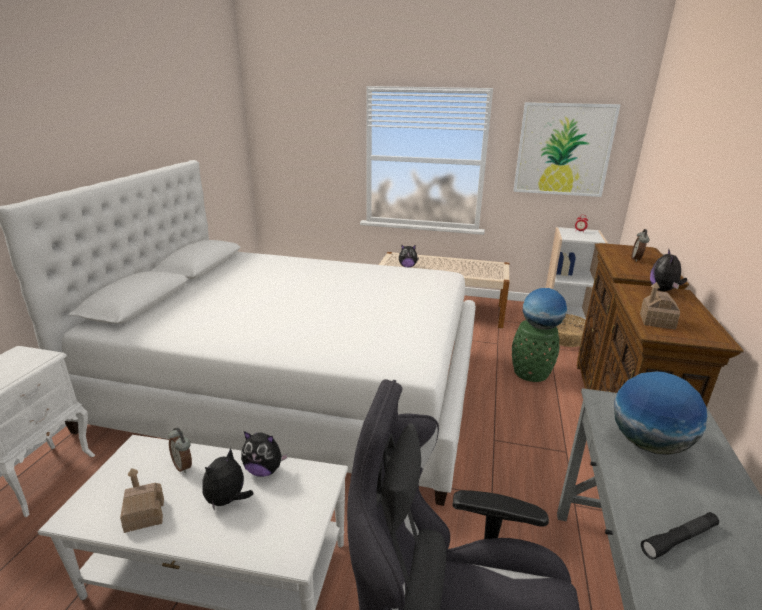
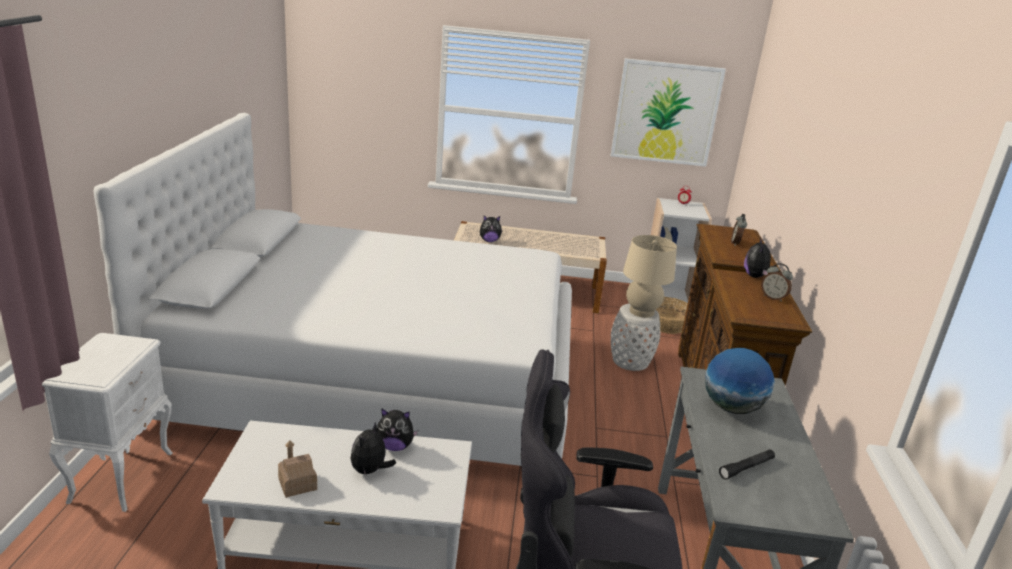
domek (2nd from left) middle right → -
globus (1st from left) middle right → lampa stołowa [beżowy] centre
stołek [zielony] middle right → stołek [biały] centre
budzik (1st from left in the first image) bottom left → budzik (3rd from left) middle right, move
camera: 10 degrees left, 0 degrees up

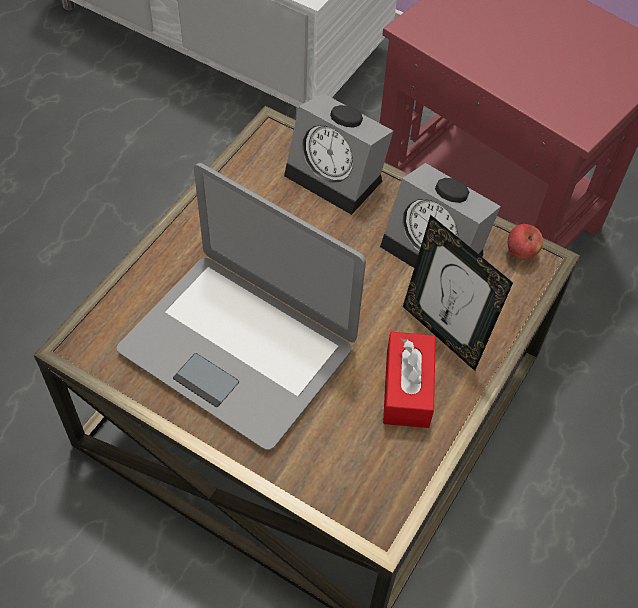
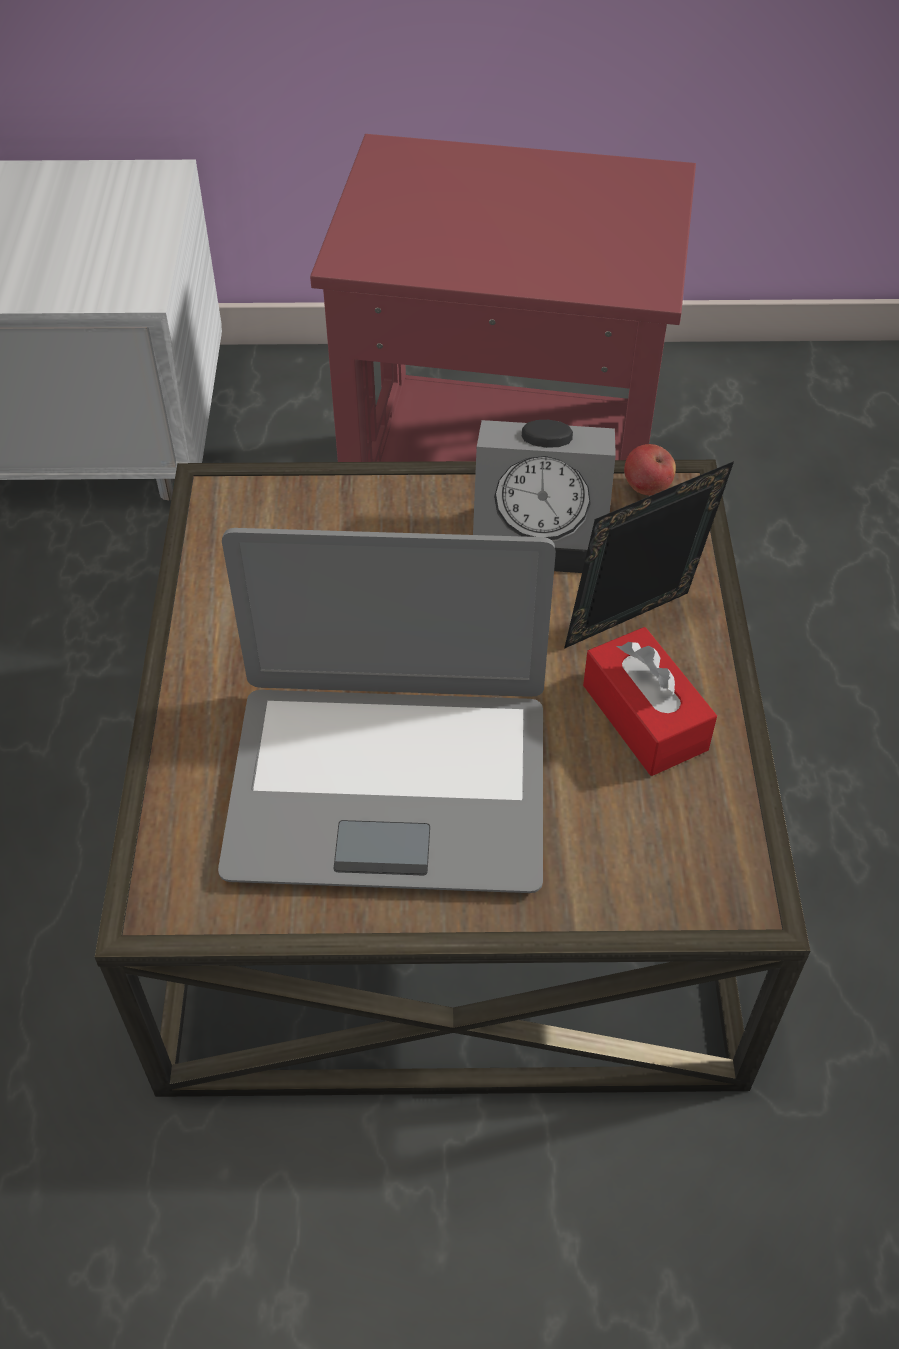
budzik (1st from left) top centre → -
ramka na zdjęcie middle right, 135 degrees clockwise
camera: 30 degrees left, 5 degrees down

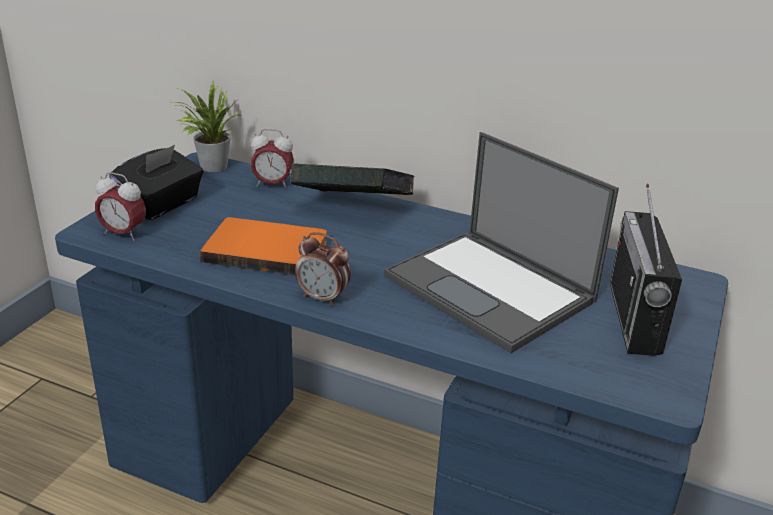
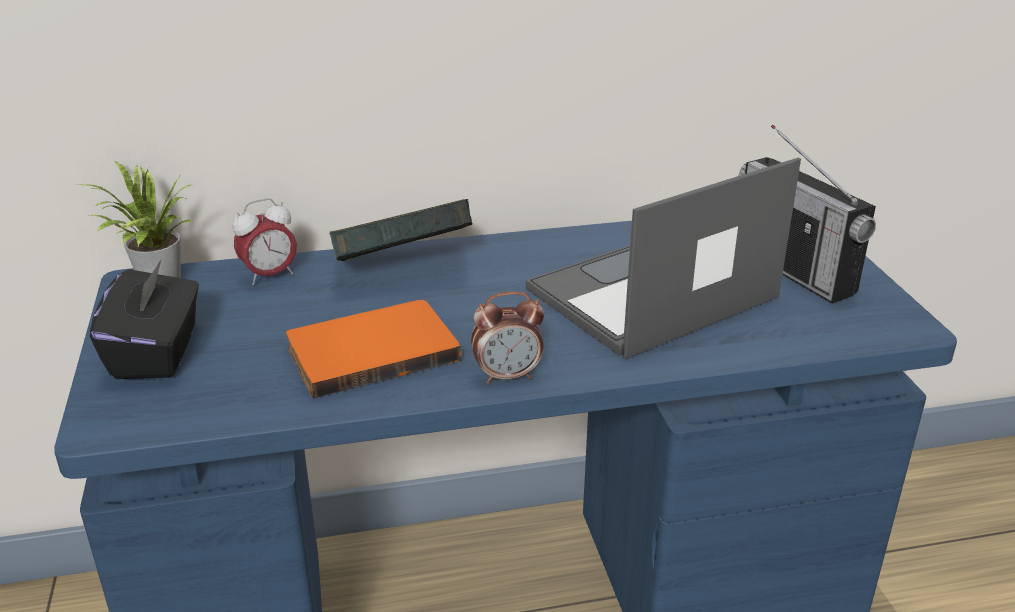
laptop centre, 135 degrees clockwise
budzik (1st from left) middle left → -
camera: 35 degrees left, 0 degrees up

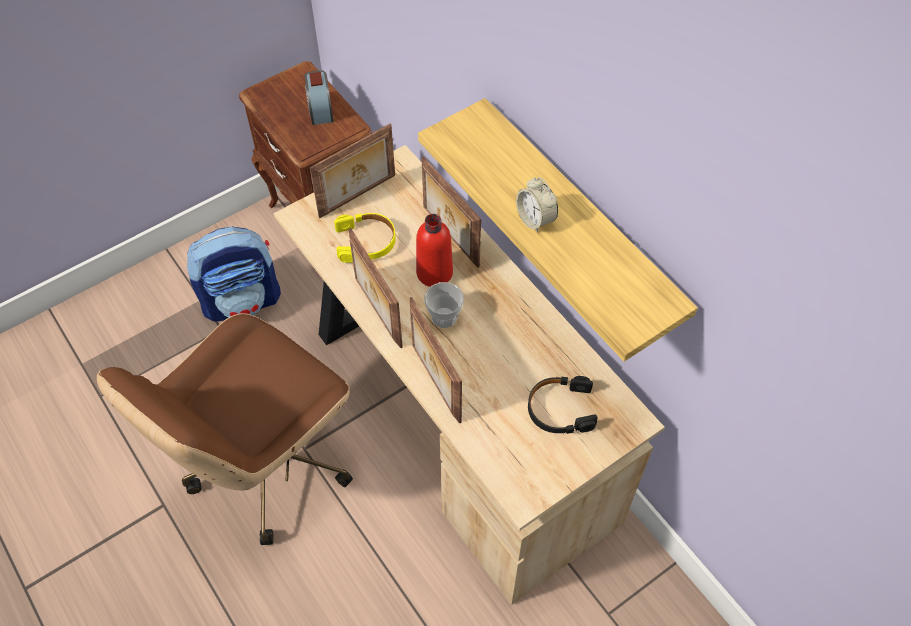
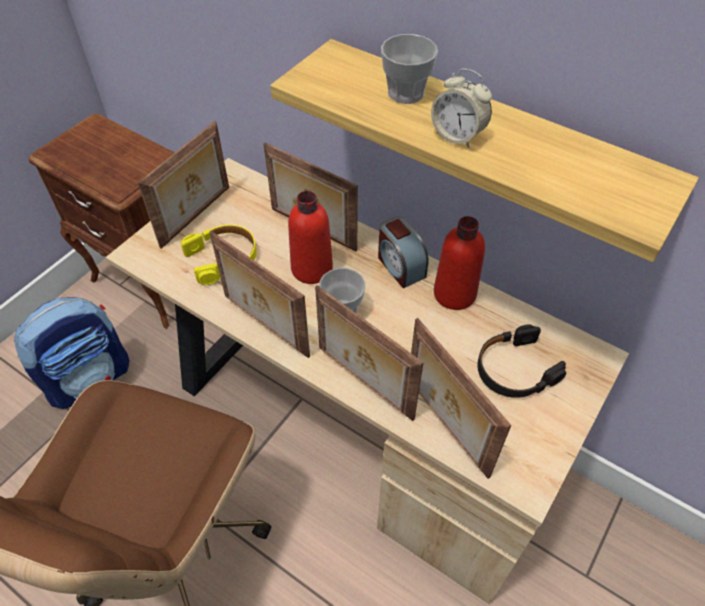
budzik (1st from left) top centre → budzik (1st from left) centre, move
- → filiżanka (2nd from left) top centre
- → butelka [czerwony] (2nd from left) centre
- → ramka na zdjęcie (5th from left) centre
camera: 20 degrees left, 5 degrees down

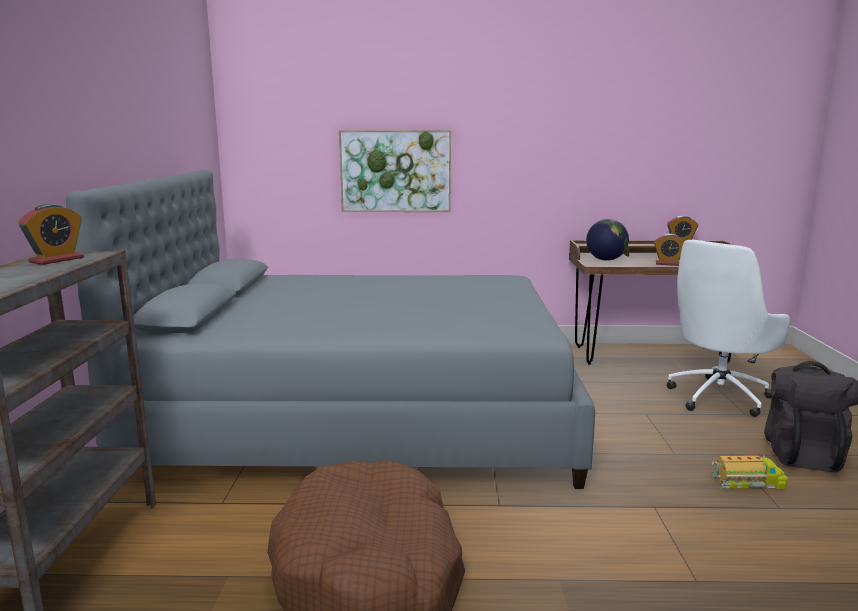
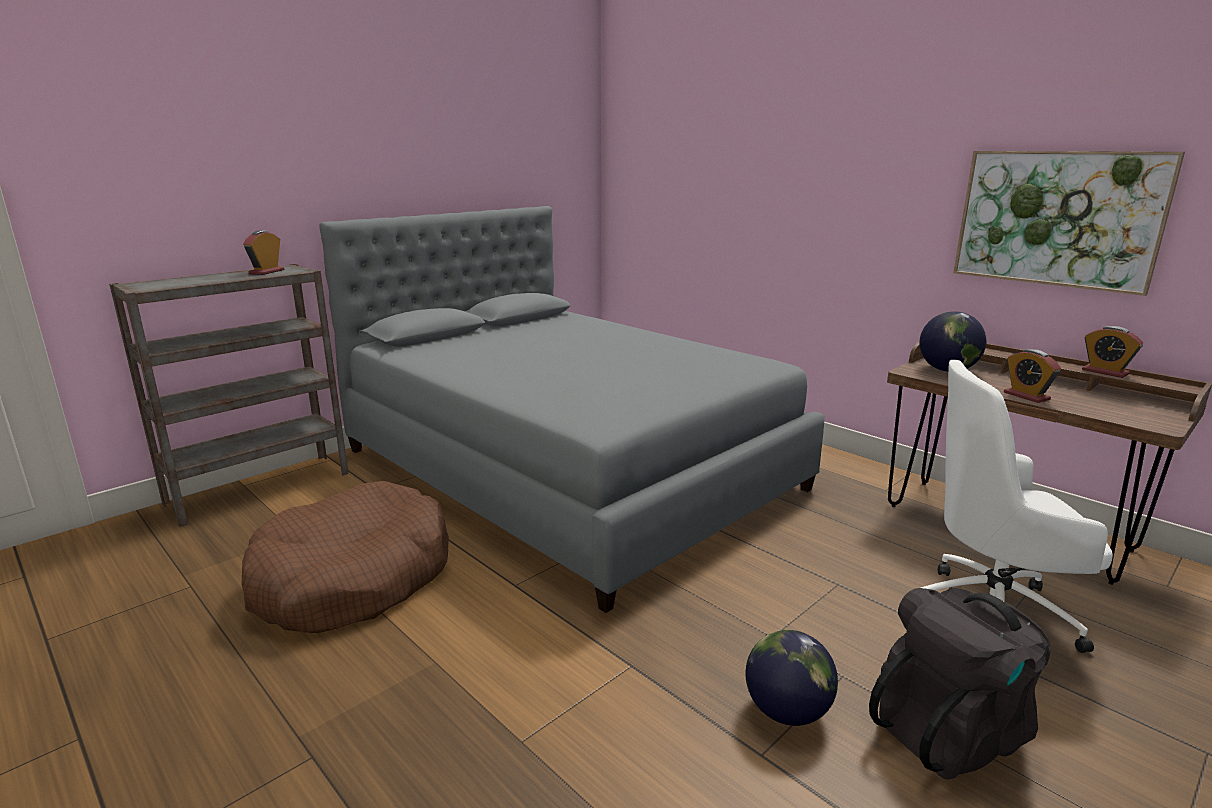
obraz top centre → obraz top right, move
budzik (1st from left) middle left → budzik (1st from left) top left, 120 degrees clockwise
ciężarówka zabawkowa bottom right → globus (1st from left) bottom centre
camera: 45 degrees right, 5 degrees up

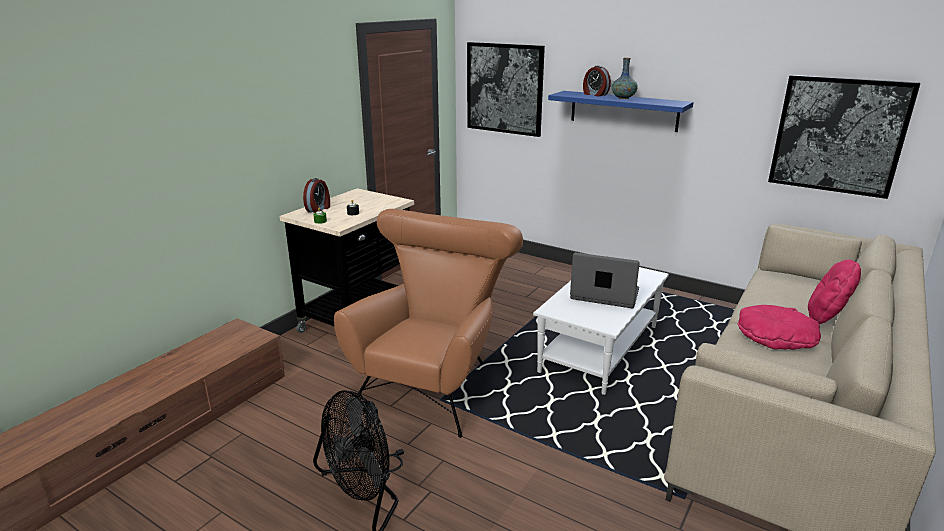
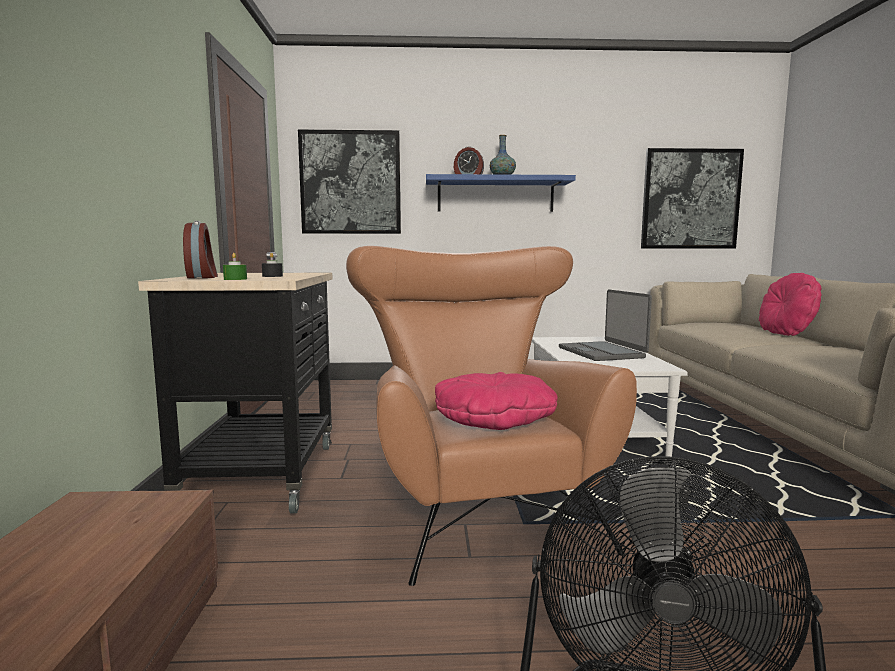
laptop centre → laptop middle right, 90 degrees counterclockwise
poduszka [różowy] (1st from left) middle right → poduszka [różowy] (1st from left) centre, move
camera: 35 degrees left, 15 degrees down

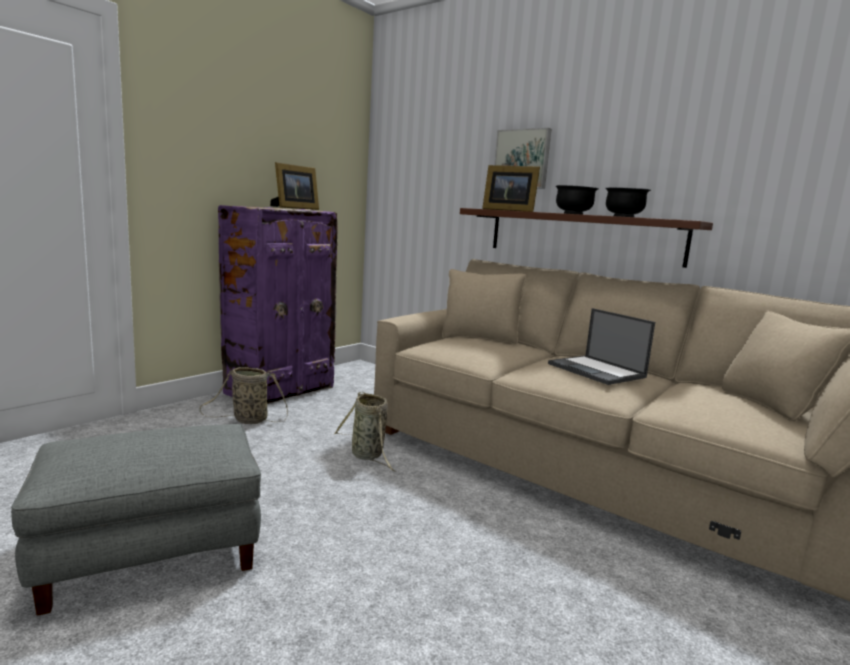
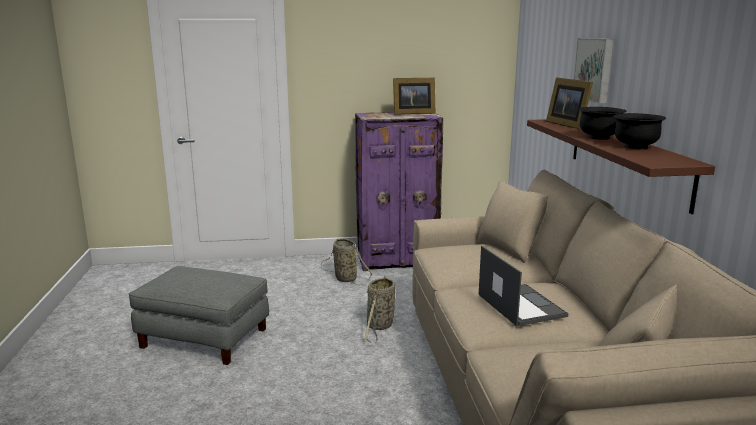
laptop middle right → laptop bottom right, 150 degrees clockwise
camera: 45 degrees right, 5 degrees up

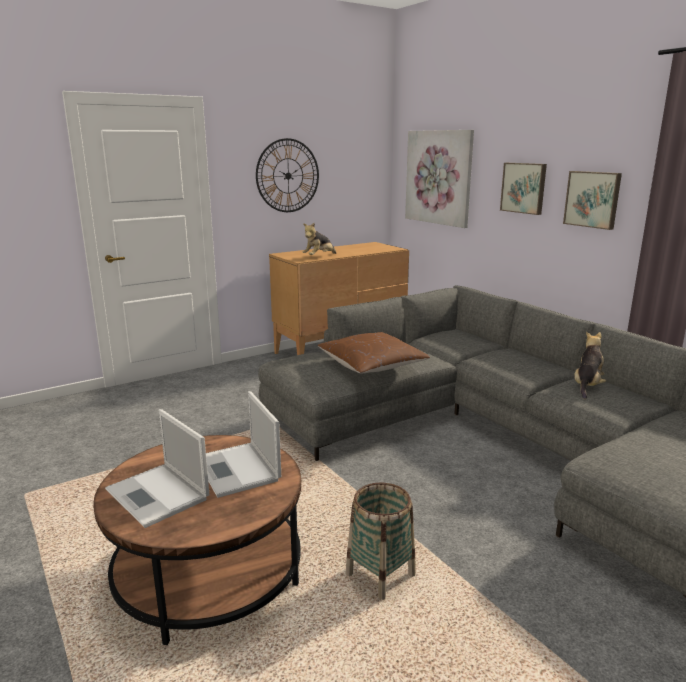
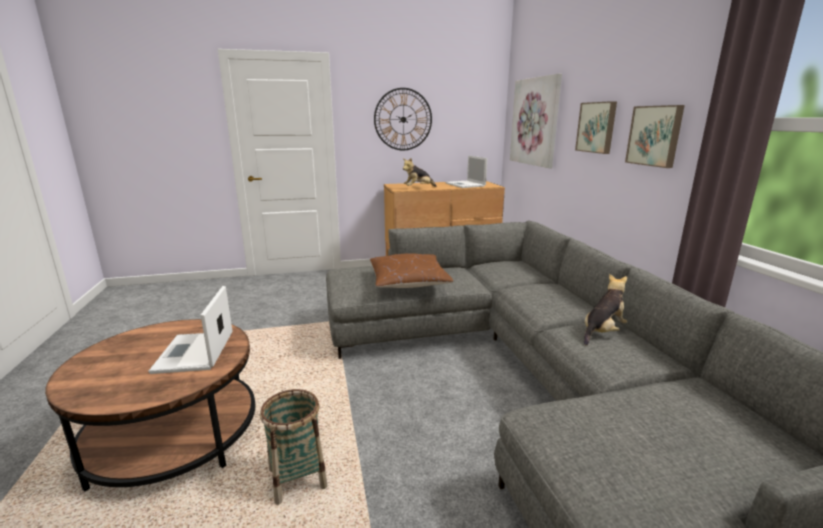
laptop (1st from left in the first image) bottom left → laptop (2nd from left) top centre, move
camera: 20 degrees right, 0 degrees up

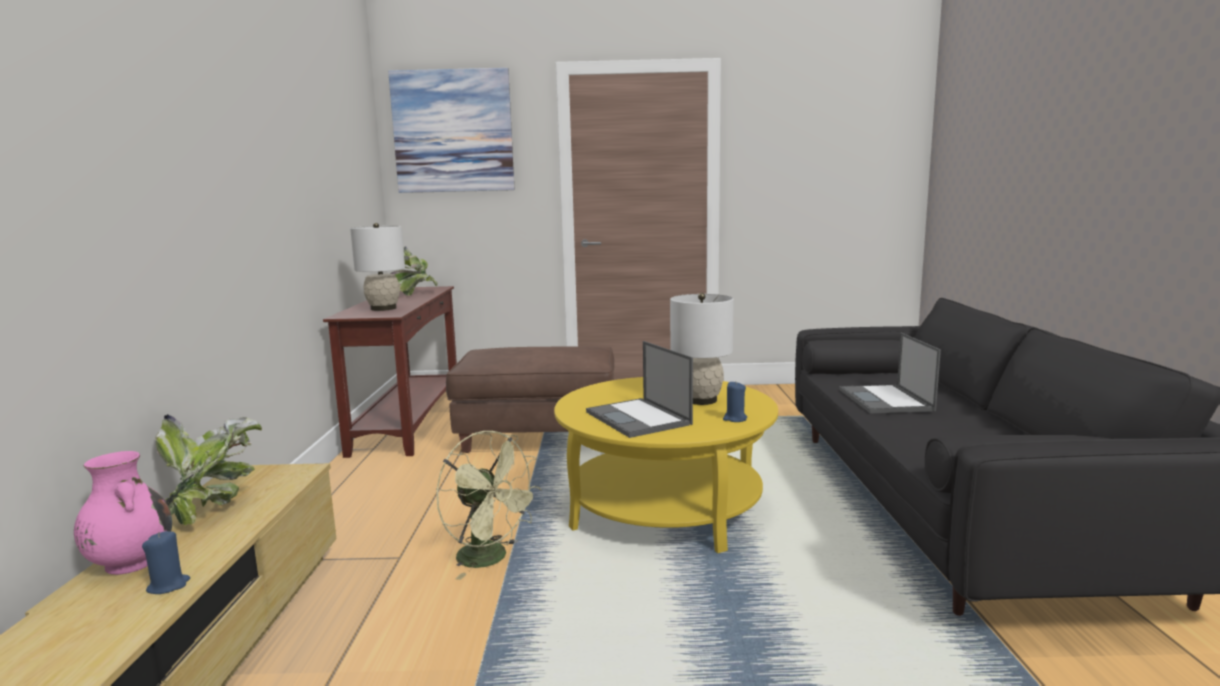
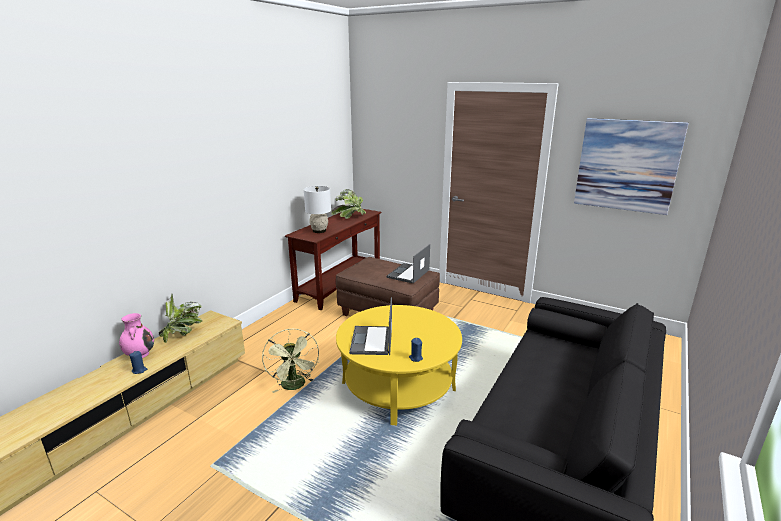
obraz top centre → obraz top right, move
lampa stołowa [biały] (2nd from left) centre → -
laptop (2nd from left) middle right → laptop (2nd from left) centre, move
camera: 30 degrees right, 10 degrees up

